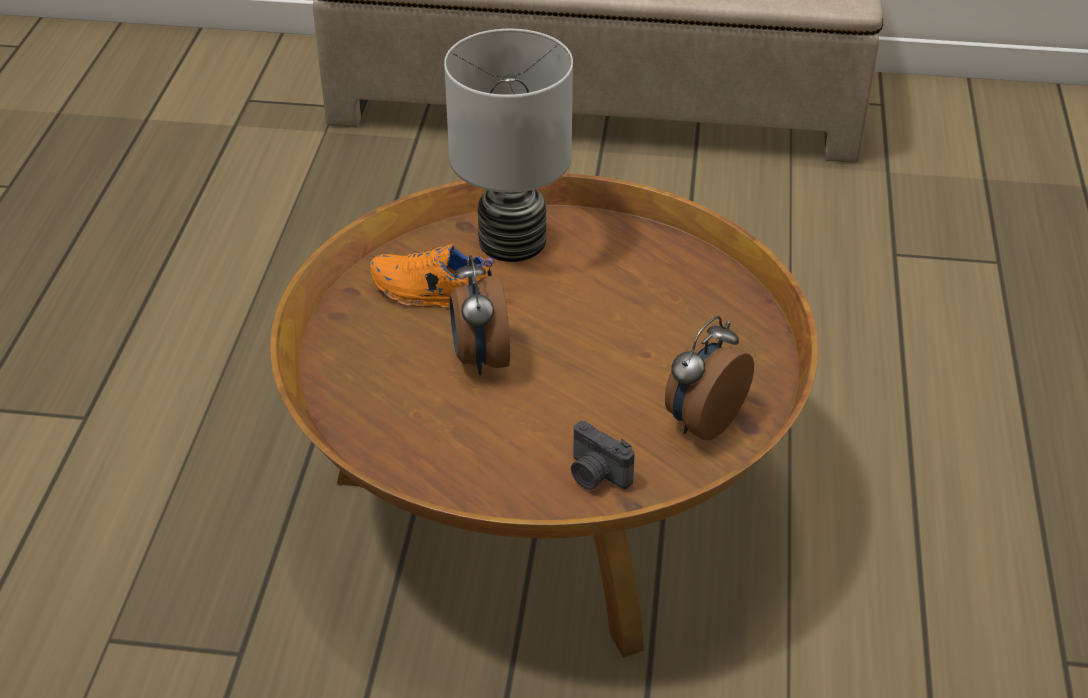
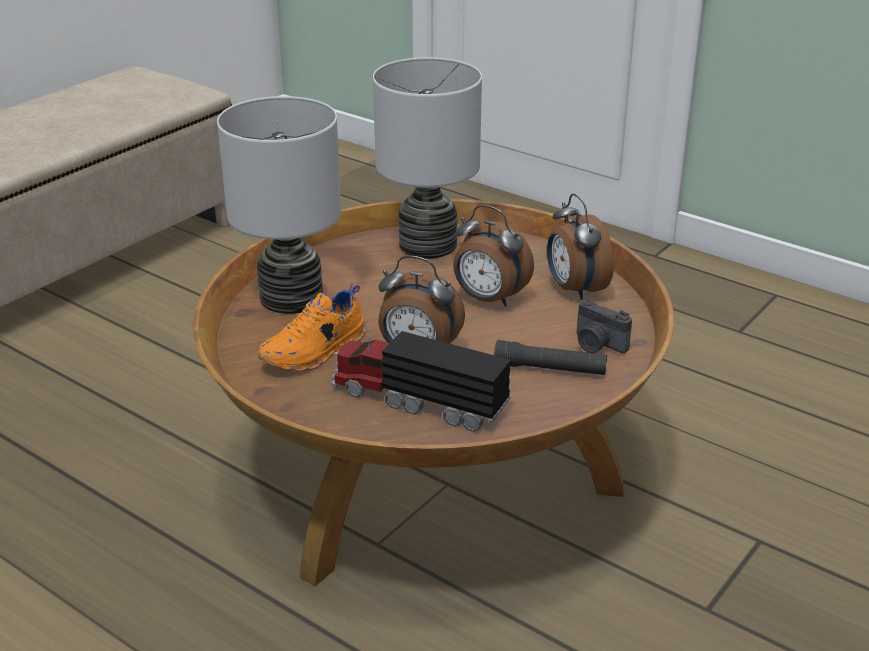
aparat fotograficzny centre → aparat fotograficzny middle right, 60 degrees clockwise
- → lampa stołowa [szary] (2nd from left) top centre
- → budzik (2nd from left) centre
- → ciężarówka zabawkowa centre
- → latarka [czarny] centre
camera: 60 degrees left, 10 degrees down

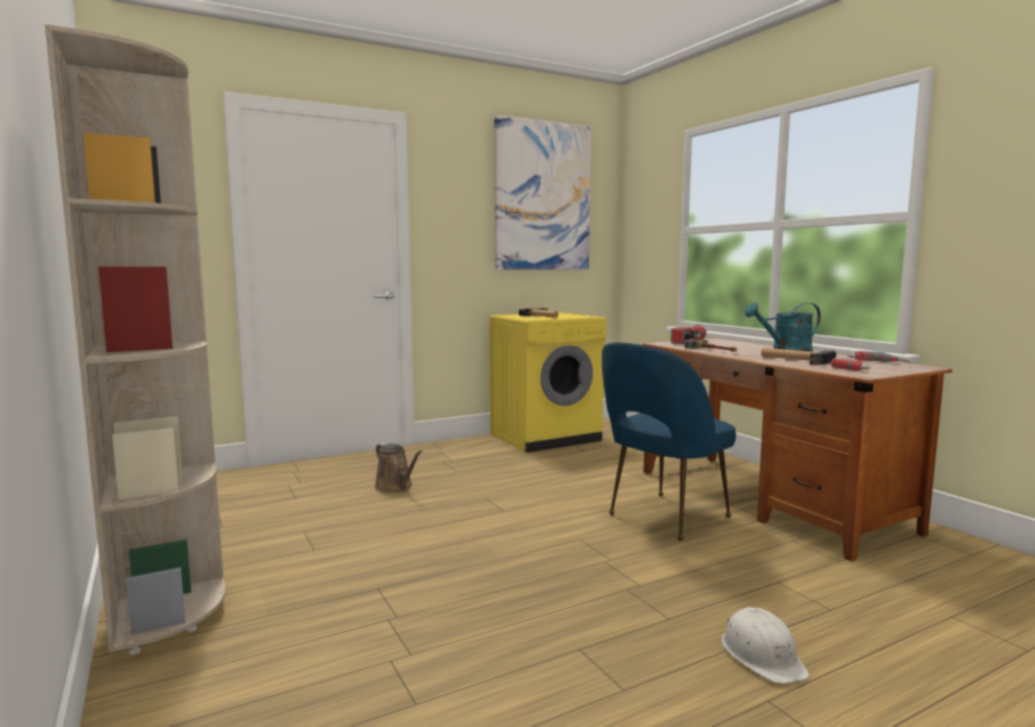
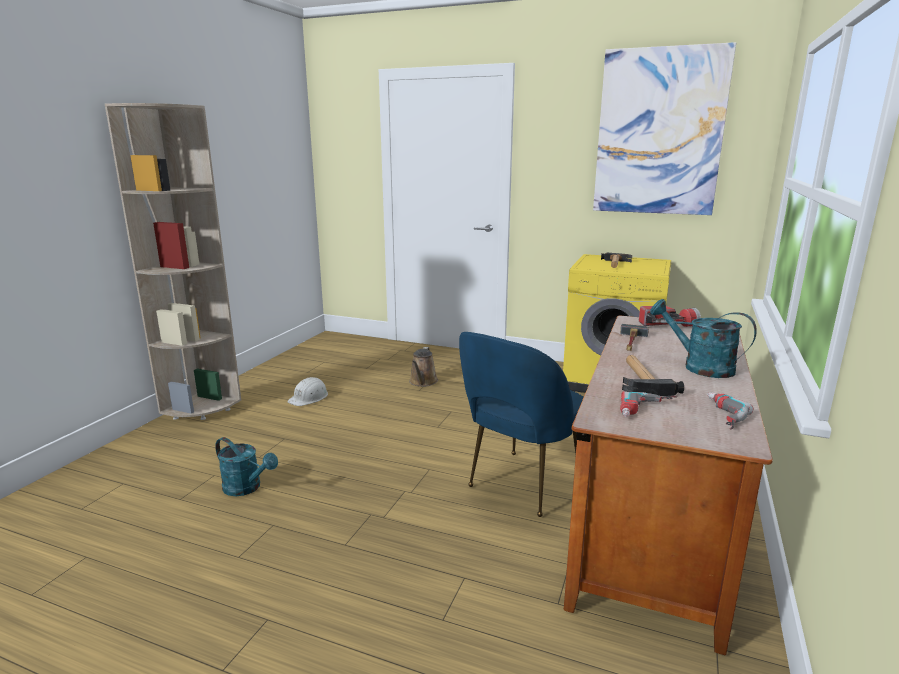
krzesło [niebieski] centre, 60 degrees counterclockwise
kask [biały] bottom right → kask [biały] centre, move
- → konewka [turkusowy] (1st from left) bottom left
camera: 50 degrees right, 10 degrees up

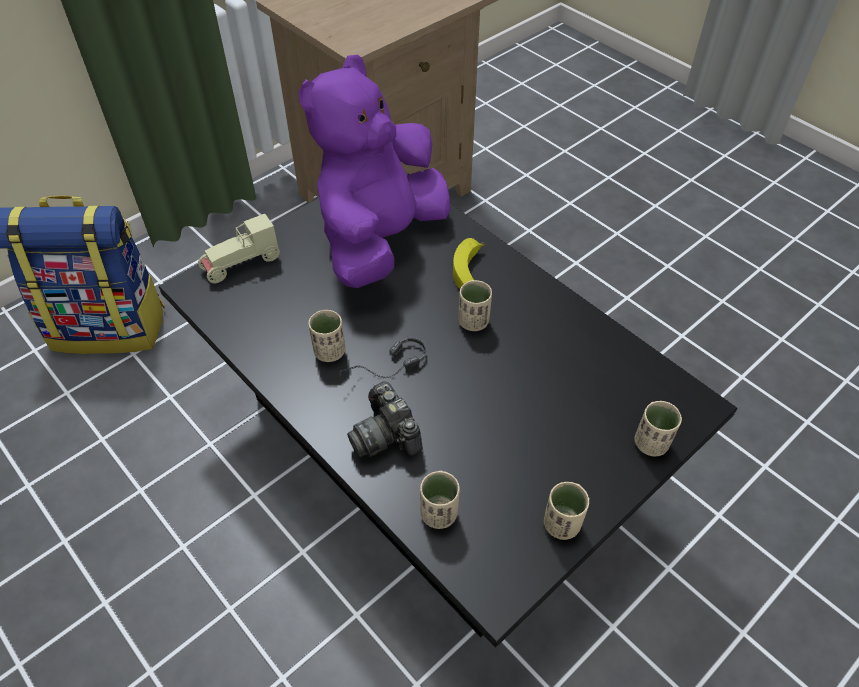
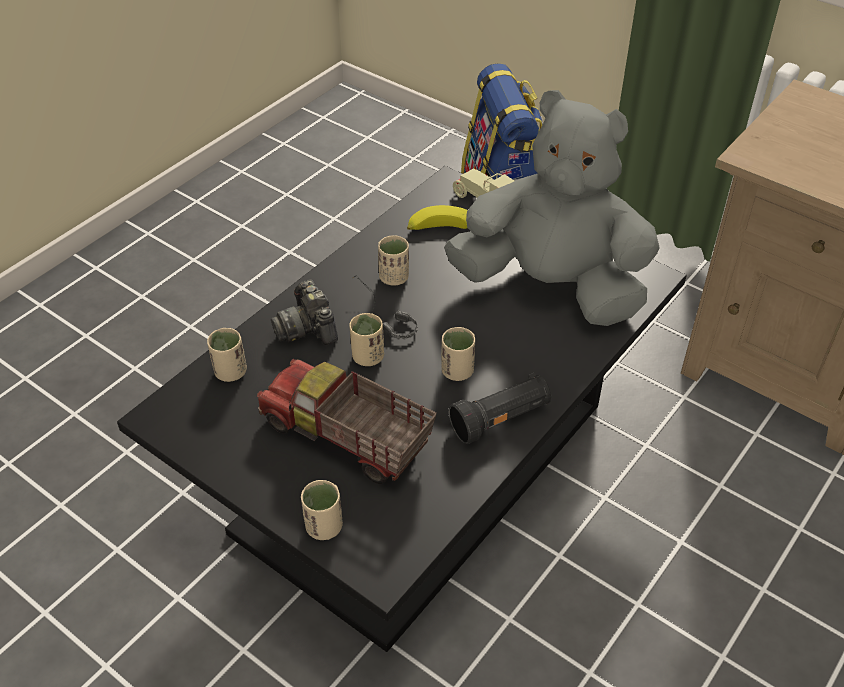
pluszak [fioletowy] top centre → pluszak [szary] top centre
banan centre → banan top centre, move
aparat fotograficzny centre, 75 degrees counterclockwise
filiżanka [beżowy] (4th from left in the first image) bottom centre → filiżanka [beżowy] (3rd from left) centre, move
- → ciężarówka zabawkowa centre
- → latarka [czarny] centre
camera: 80 degrees right, 5 degrees down

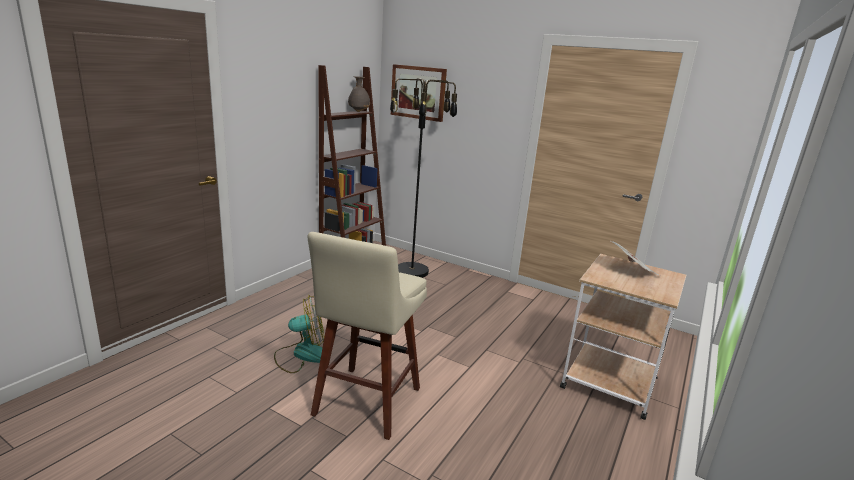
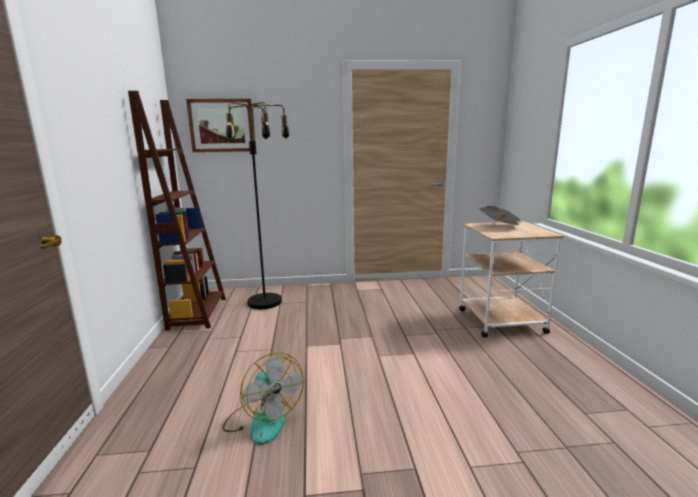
wazon [szary] top centre → -
stołek [beżowy] bottom centre → -
wentylator bottom centre, 105 degrees clockwise
camera: 35 degrees left, 5 degrees down

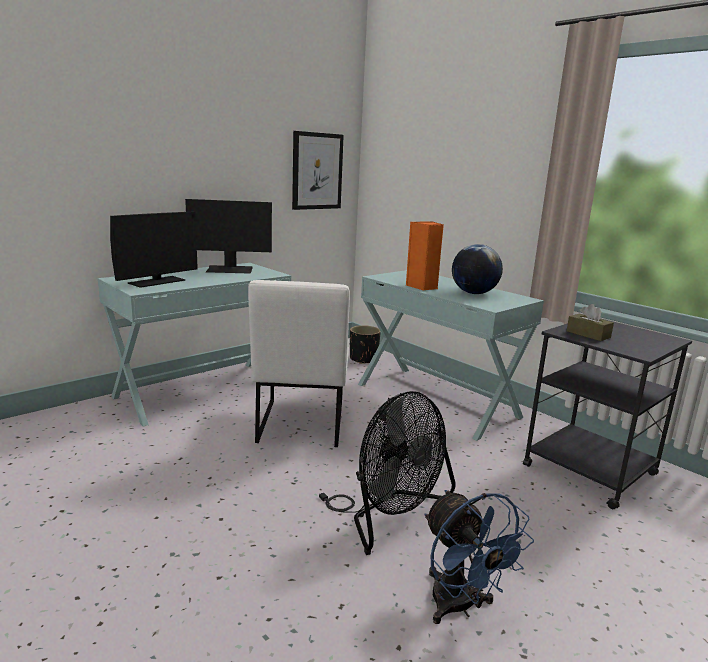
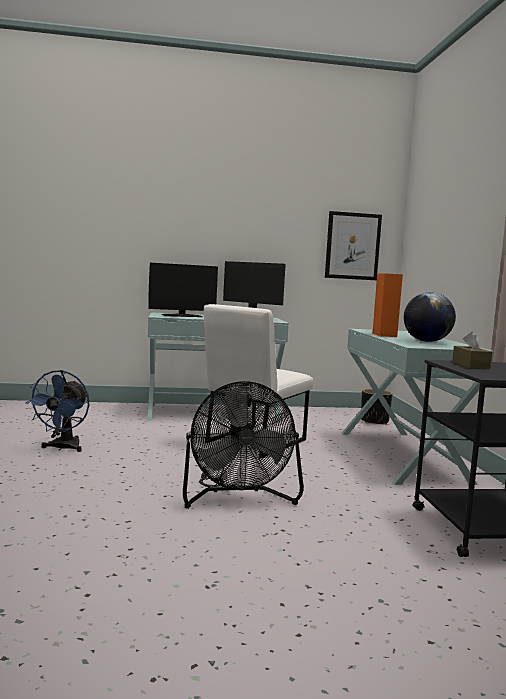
wentylator [niebieski] bottom right → wentylator [niebieski] middle left, move
camera: 35 degrees right, 10 degrees down

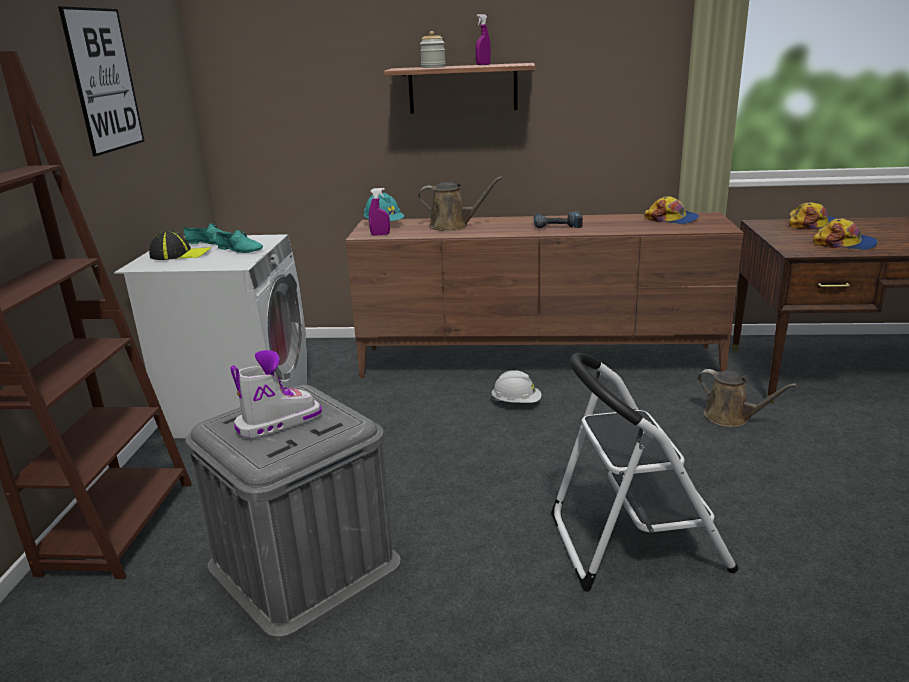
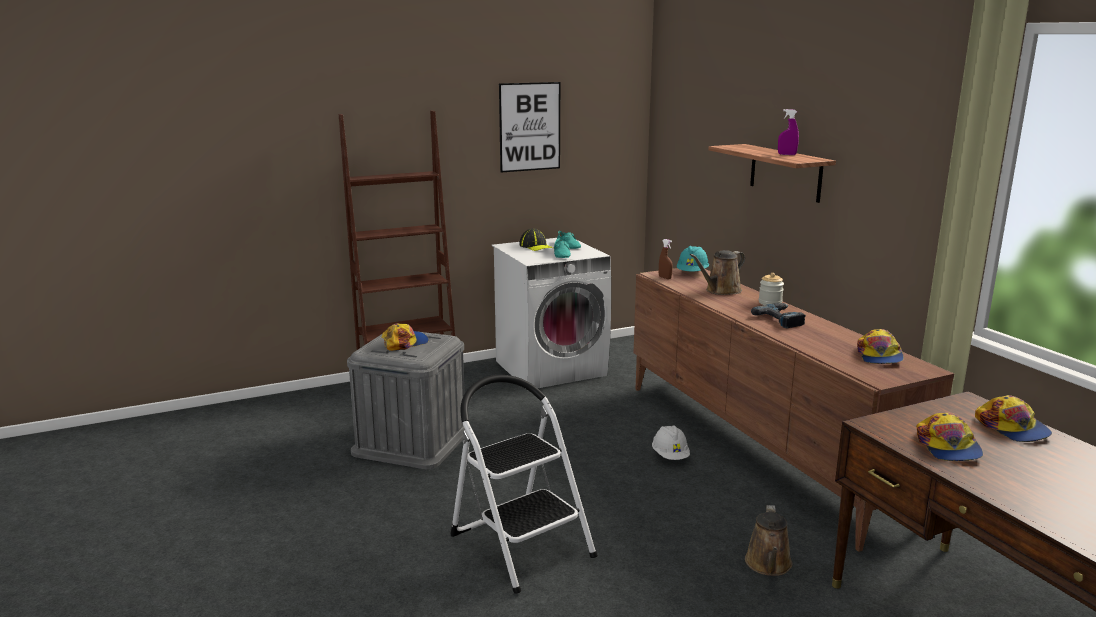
słoik top centre → słoik middle right, move
konewka [brązowy] (1st from left) top centre → konewka [brązowy] (1st from left) centre, 75 degrees clockwise
spryskiwacz [fioletowy] (1st from left) top centre → spryskiwacz [brązowy] centre
but z cholewką middle left → czapka z daszkiem (1st from left) centre
camera: 60 degrees right, 5 degrees down

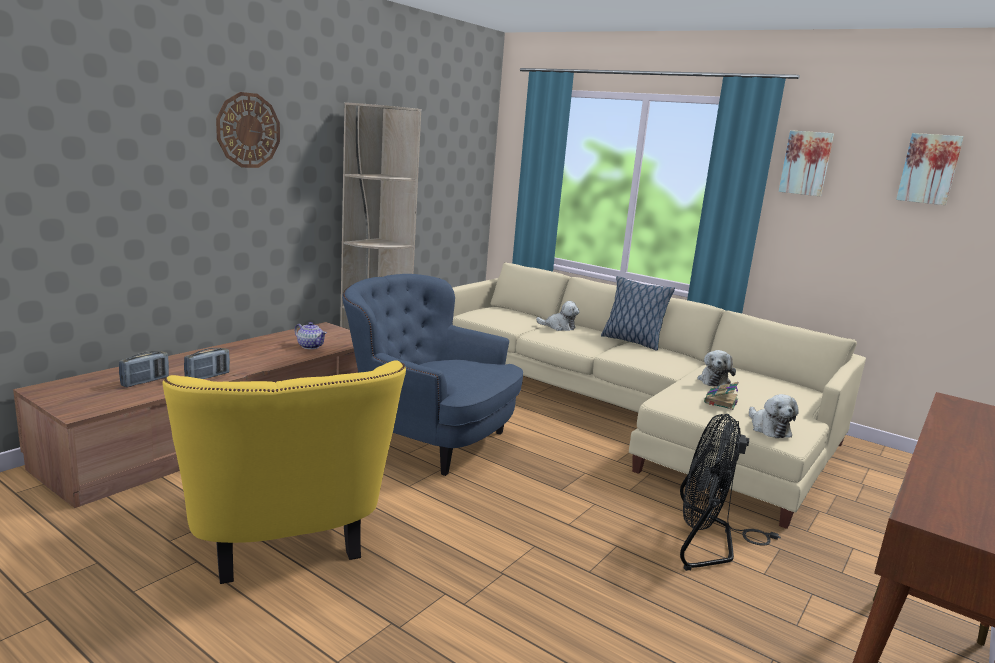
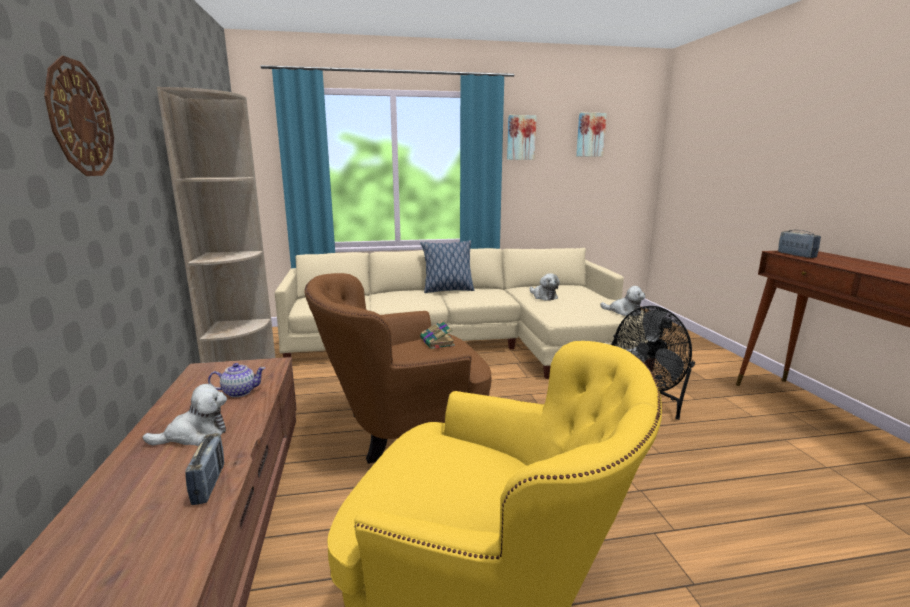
fotel [niebieski] centre → fotel [brązowy] centre
pluszak (1st from left) centre → pluszak (1st from left) bottom left, move
radio (1st from left in the first image) middle left → radio (2nd from left) middle right, move
książka middle right → książka centre, move
camera: 45 degrees left, 0 degrees up

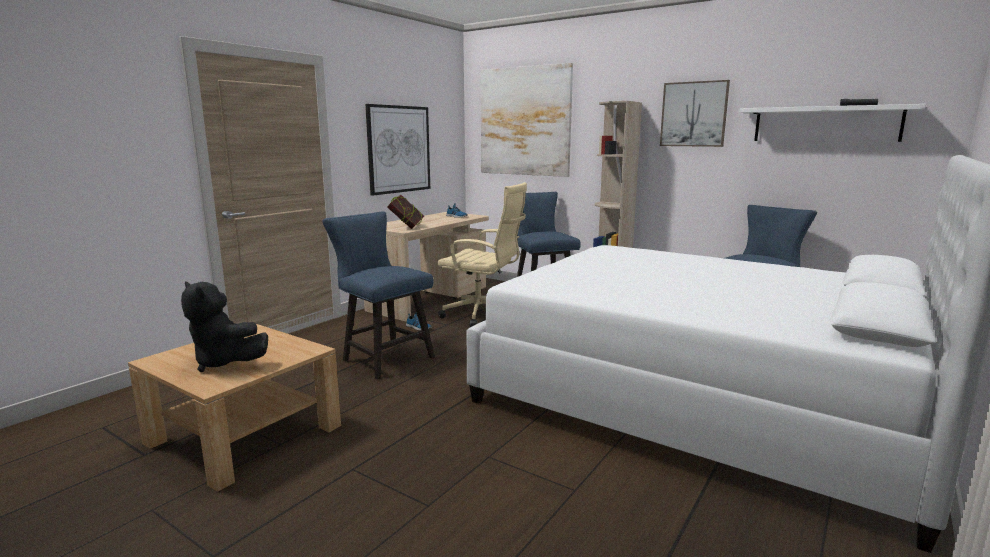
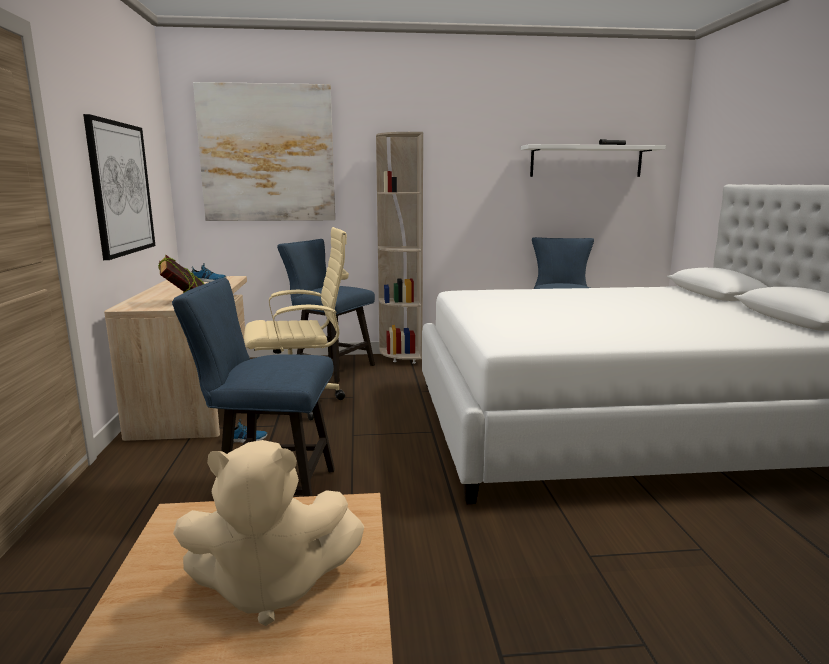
obraz (3rd from left) top right → -
pluszak [czarny] middle left → pluszak [beżowy] bottom left
camera: 40 degrees left, 0 degrees up

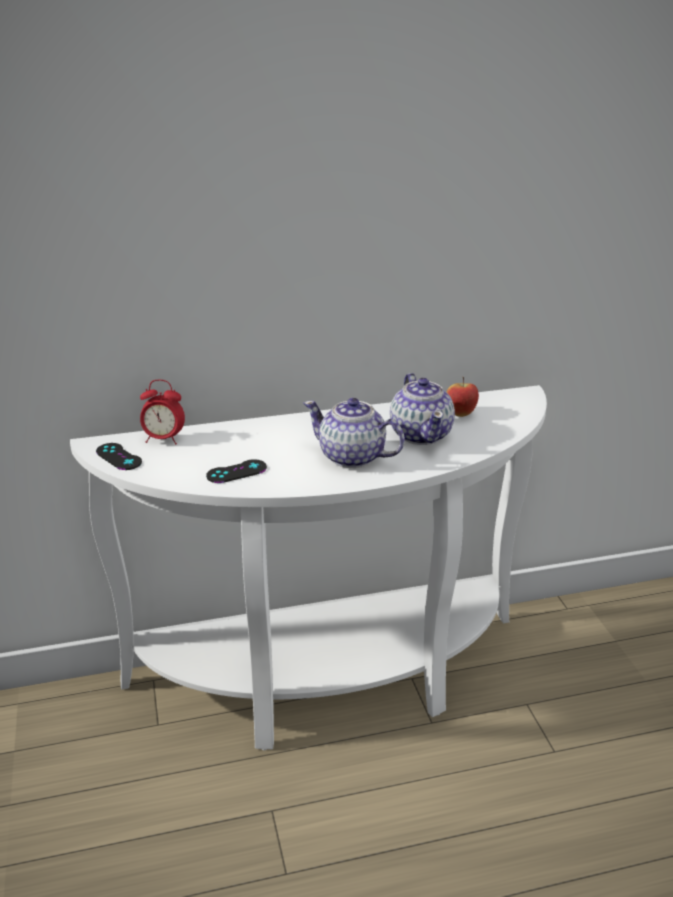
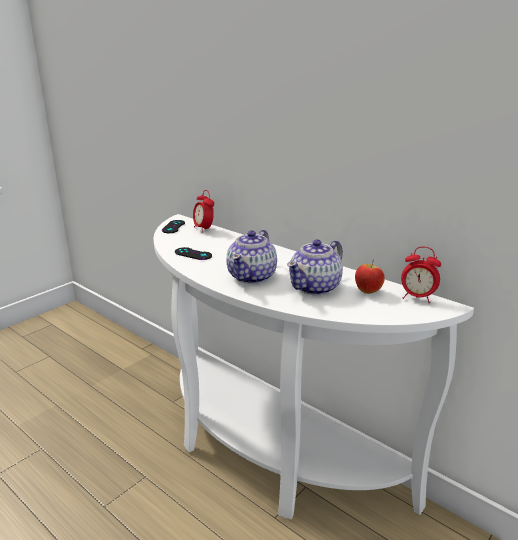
imbryk (1st from left) centre, 150 degrees counterclockwise
- → budzik (2nd from left) middle right
camera: 55 degrees right, 5 degrees down

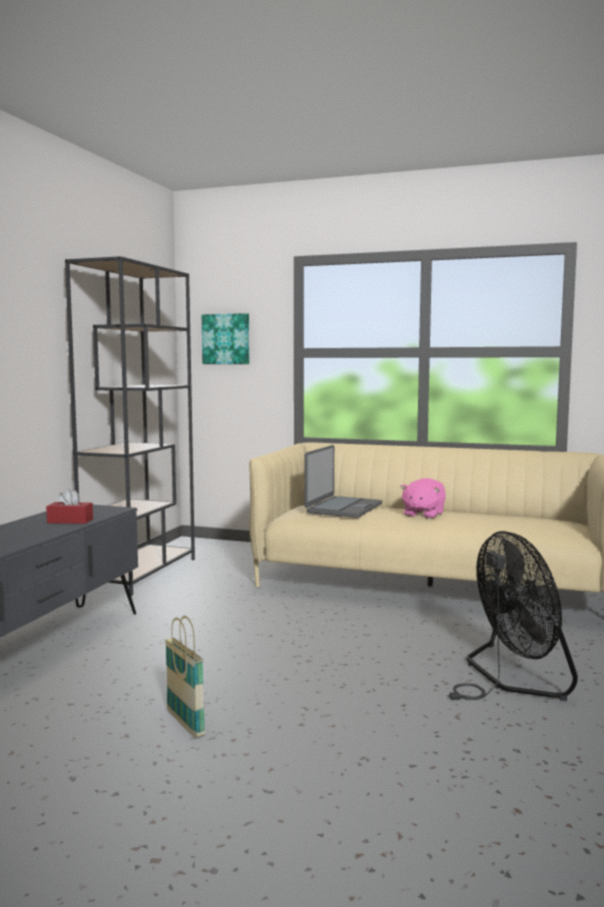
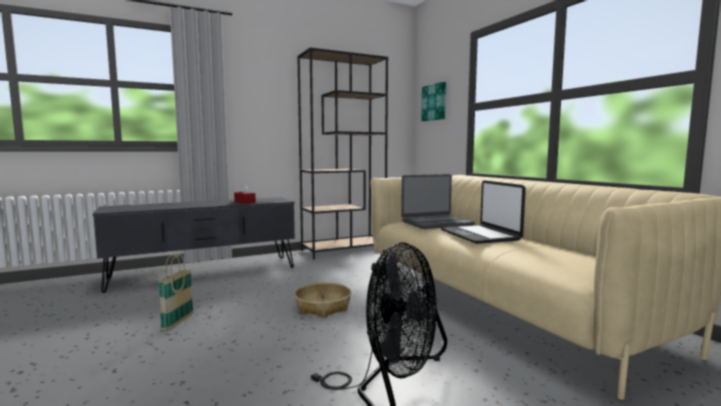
pluszak [różowy] middle right → laptop (2nd from left) middle right
- → koszyk (2nd from left) bottom centre
camera: 45 degrees right, 0 degrees up

